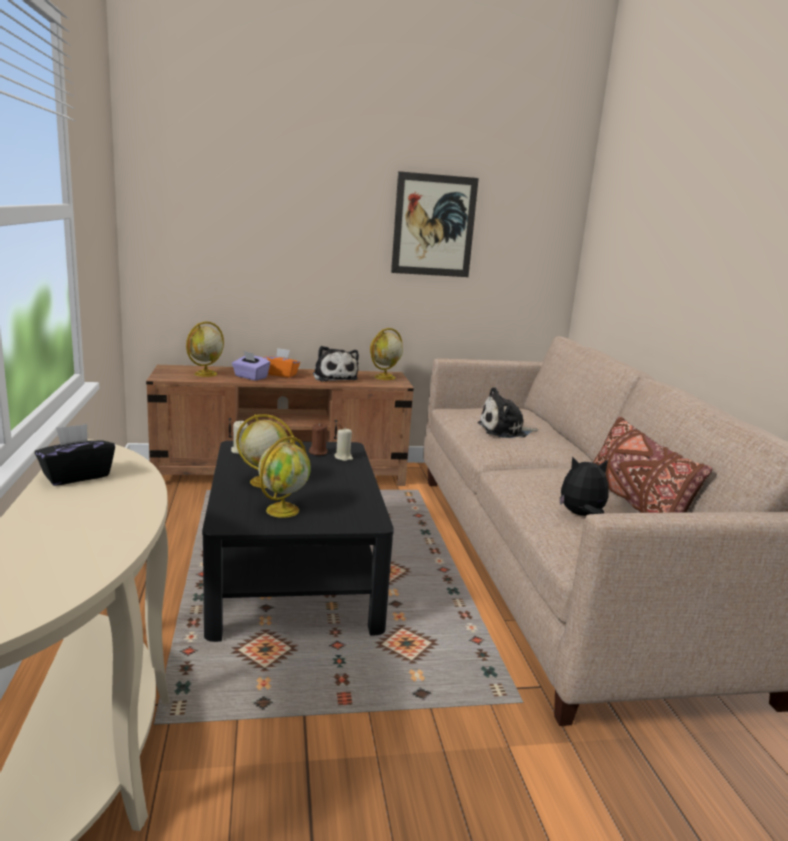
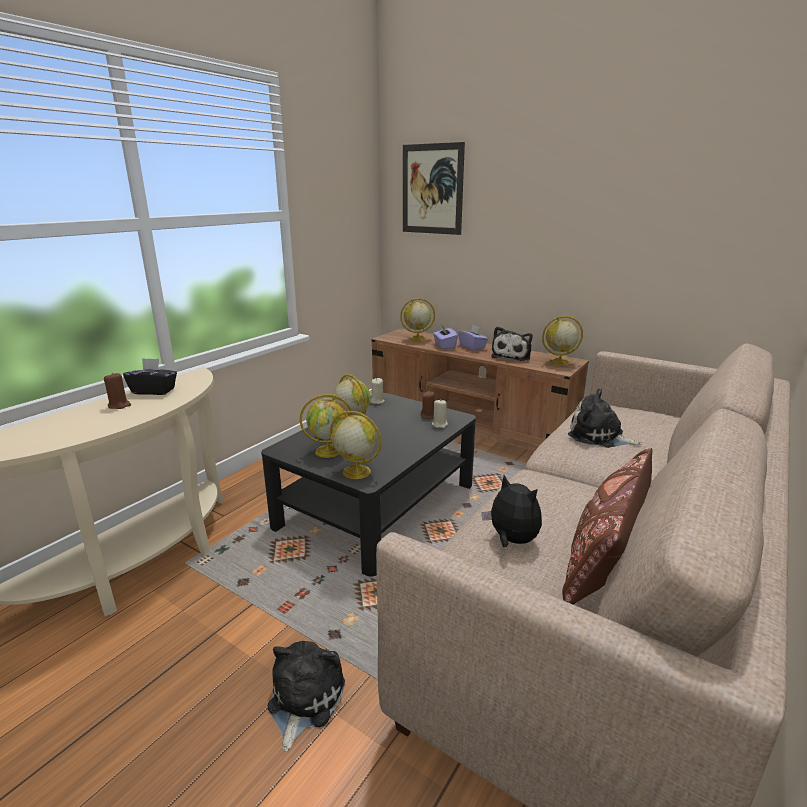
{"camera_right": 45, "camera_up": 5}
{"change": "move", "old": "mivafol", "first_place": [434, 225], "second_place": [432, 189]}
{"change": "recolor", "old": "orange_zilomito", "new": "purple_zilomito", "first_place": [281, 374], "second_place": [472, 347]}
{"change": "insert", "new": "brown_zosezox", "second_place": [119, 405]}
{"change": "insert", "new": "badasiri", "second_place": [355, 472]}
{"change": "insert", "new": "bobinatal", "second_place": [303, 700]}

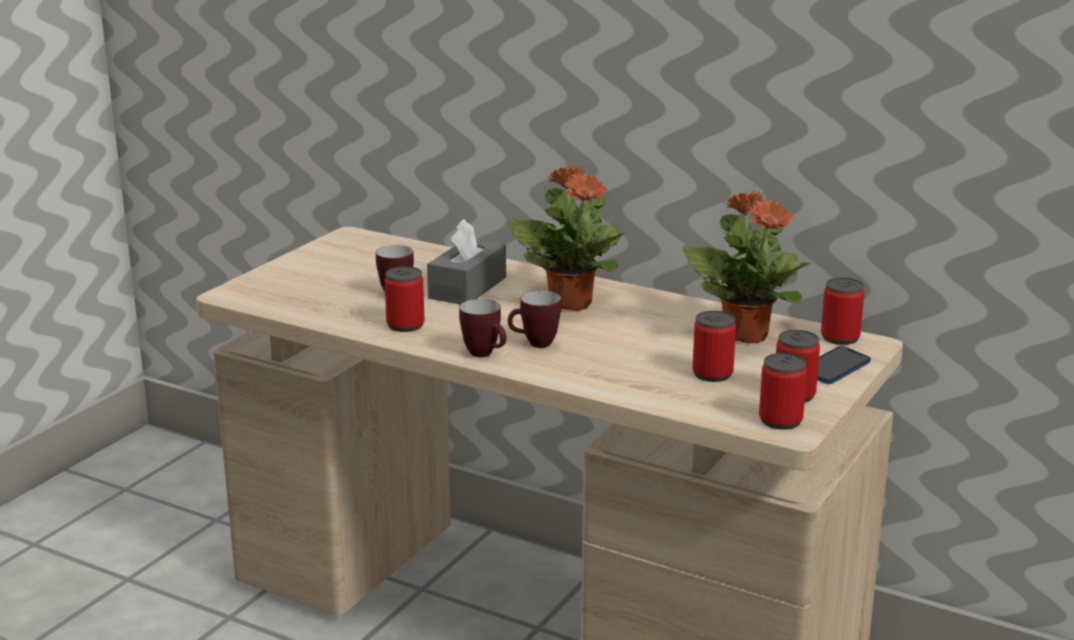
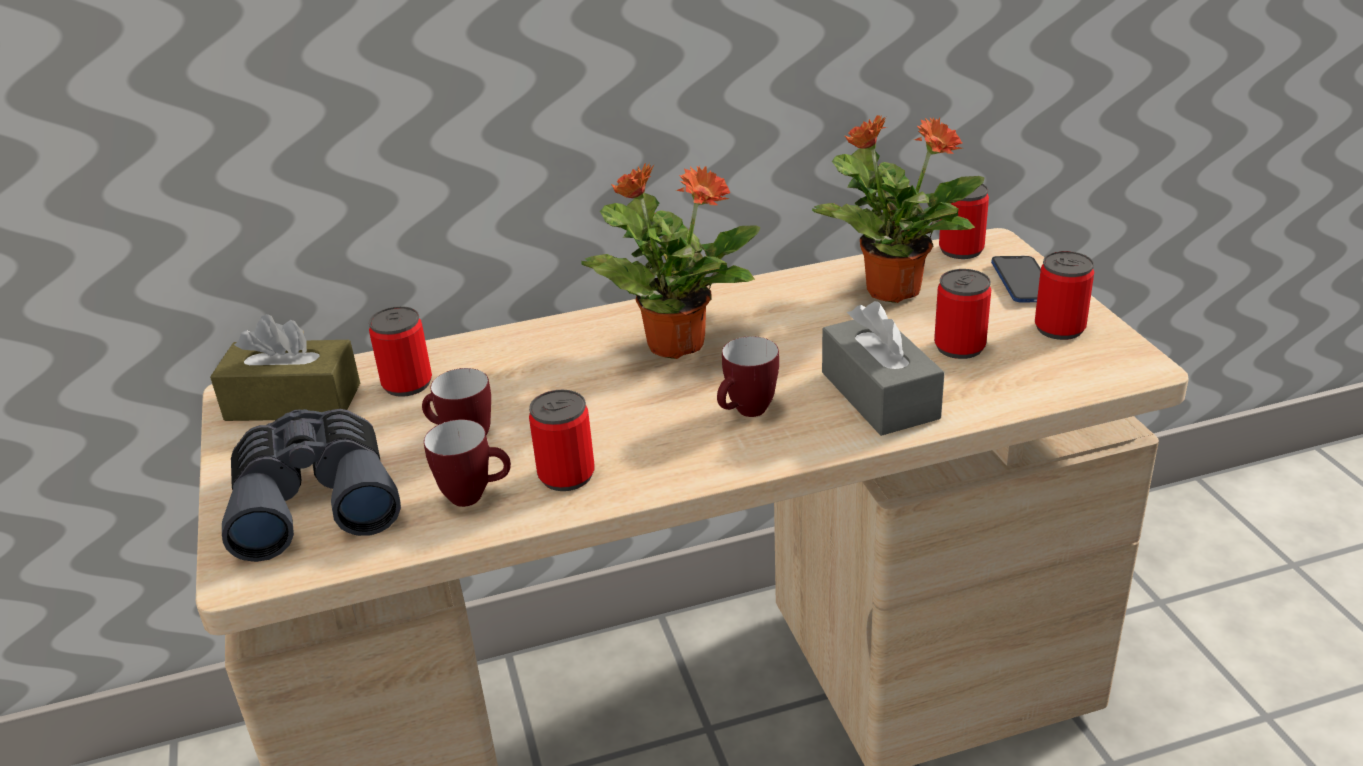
{"camera_right": -45, "camera_up": 10}
{"change": "move", "old": "grey_zilomito", "first_place": [467, 288], "second_place": [879, 395]}
{"change": "move", "old": "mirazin", "first_place": [485, 354], "second_place": [475, 496]}
{"change": "move", "old": "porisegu", "first_place": [780, 420], "second_place": [407, 384]}
{"change": "insert", "new": "brown_zilomito", "second_place": [293, 402]}
{"change": "insert", "new": "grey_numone", "second_place": [314, 499]}

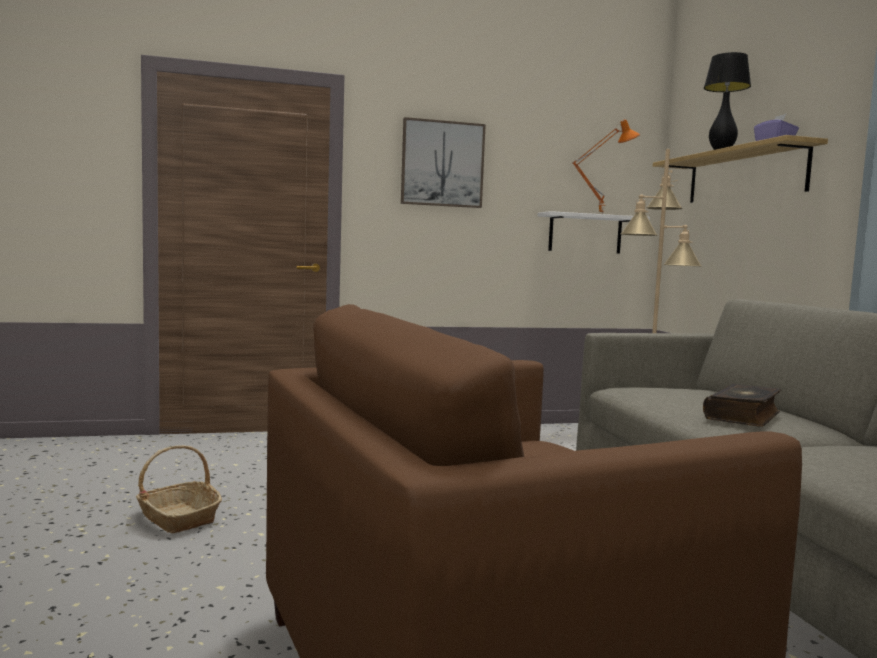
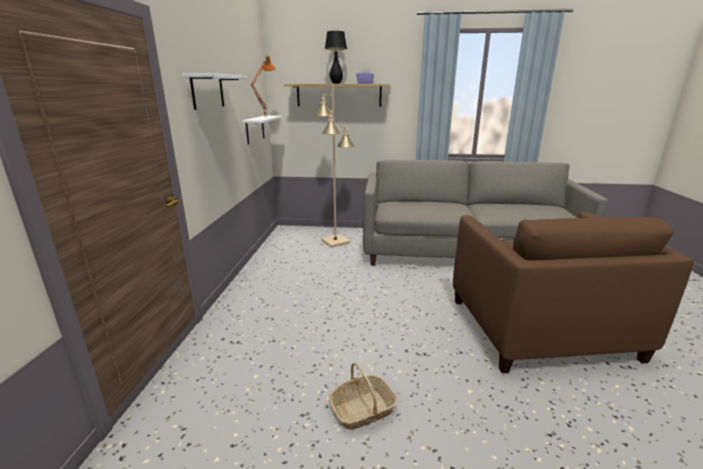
{"camera_right": -70, "camera_up": 15}
{"change": "replace", "old": "mivafol", "new": "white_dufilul", "first_place": [442, 164], "second_place": [207, 91]}
{"change": "delete", "old": "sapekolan", "first_place": [743, 416]}

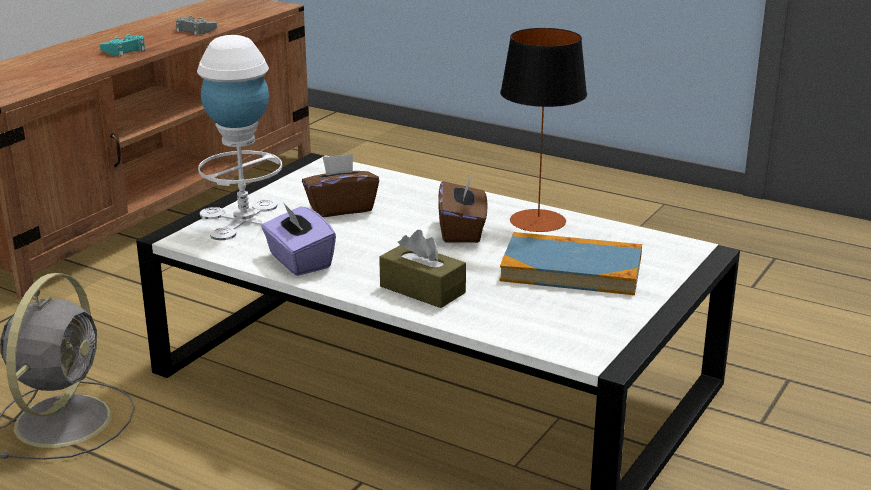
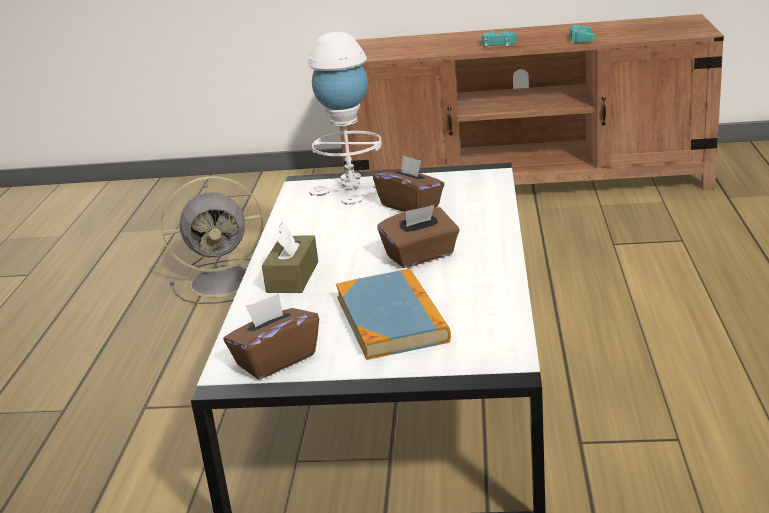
{"camera_right": 65, "camera_up": 0}
{"change": "recolor", "old": "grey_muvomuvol", "new": "turquoise_muvomuvol", "first_place": [195, 30], "second_place": [581, 39]}
{"change": "delete", "old": "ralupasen", "first_place": [538, 221]}
{"change": "delete", "old": "purple_zilomito", "first_place": [299, 261]}
{"change": "insert", "new": "brown_zilomito", "second_place": [275, 360]}

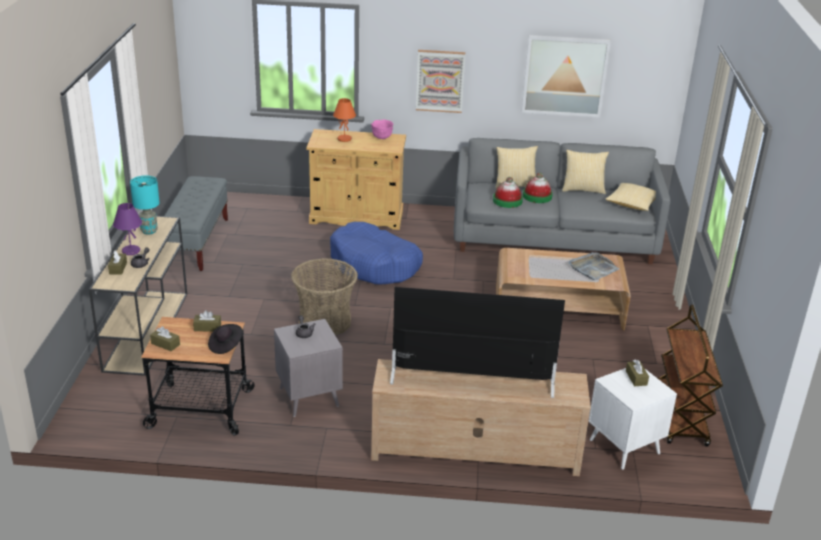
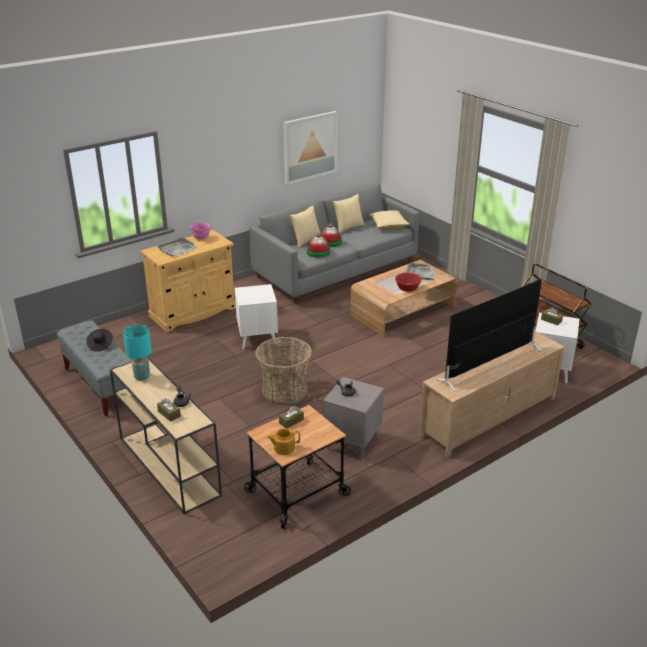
{"camera_right": -40, "camera_up": 0}
{"change": "delete", "old": "mivafol", "first_place": [440, 81]}
{"change": "replace", "old": "orange_ralupasen", "new": "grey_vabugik", "first_place": [344, 139], "second_place": [176, 249]}
{"change": "delete", "old": "purple_ralupasen", "first_place": [130, 251]}
{"change": "replace", "old": "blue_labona", "new": "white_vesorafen", "first_place": [374, 265], "second_place": [257, 338]}
{"change": "move", "old": "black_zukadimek", "first_place": [225, 345], "second_place": [100, 345]}
{"change": "replace", "old": "brown_zilomito", "new": "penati", "first_place": [165, 344], "second_place": [283, 448]}
{"change": "insert", "new": "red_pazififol", "second_place": [407, 287]}

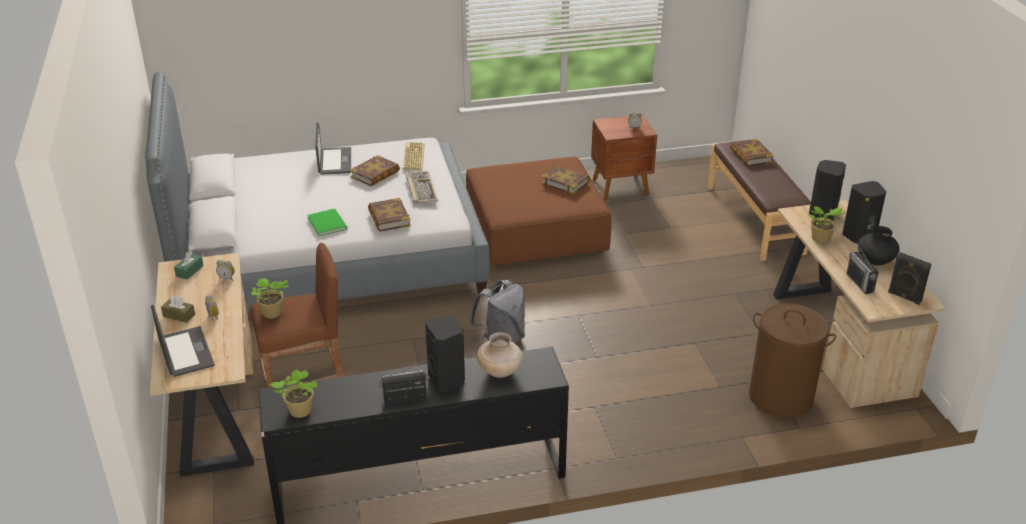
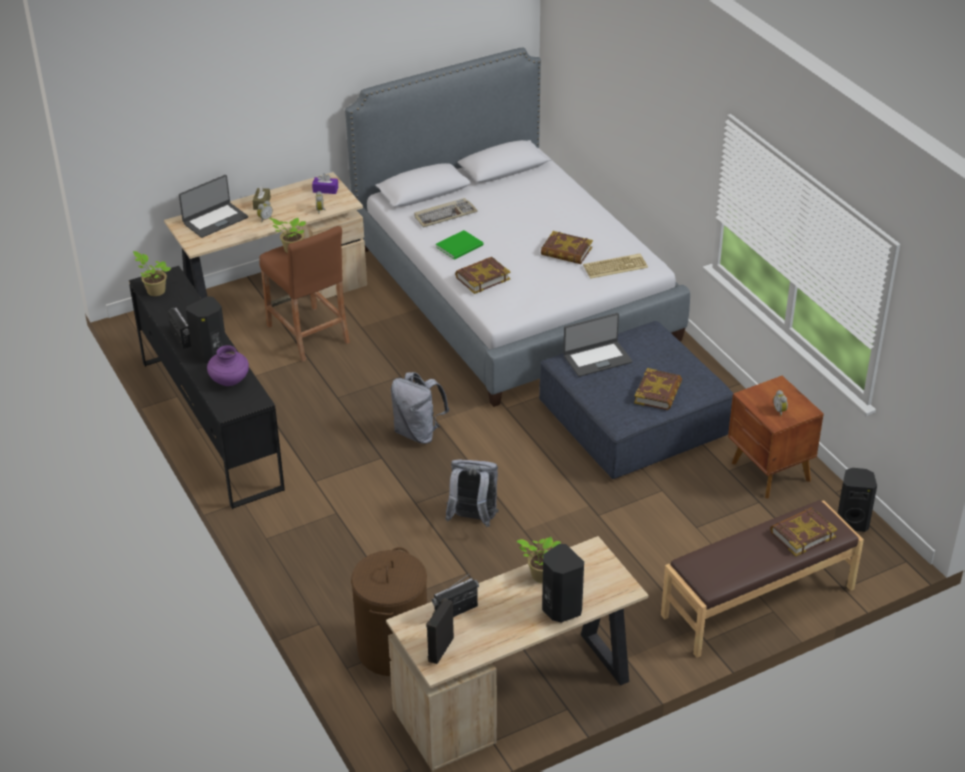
{"camera_right": 75, "camera_up": 5}
{"change": "move", "old": "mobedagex", "first_place": [334, 161], "second_place": [597, 358]}
{"change": "recolor", "old": "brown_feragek", "new": "blue_feragek", "first_place": [535, 230], "second_place": [634, 419]}
{"change": "move", "old": "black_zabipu", "first_place": [822, 214], "second_place": [851, 522]}
{"change": "move", "old": "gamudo", "first_place": [421, 189], "second_place": [445, 214]}
{"change": "delete", "old": "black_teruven", "first_place": [875, 261]}
{"change": "recolor", "old": "green_zilomito", "new": "purple_zilomito", "first_place": [189, 271], "second_place": [325, 190]}
{"change": "recolor", "old": "beige_teruven", "new": "purple_teruven", "first_place": [500, 371], "second_place": [230, 381]}
{"change": "insert", "new": "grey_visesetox", "second_place": [472, 519]}

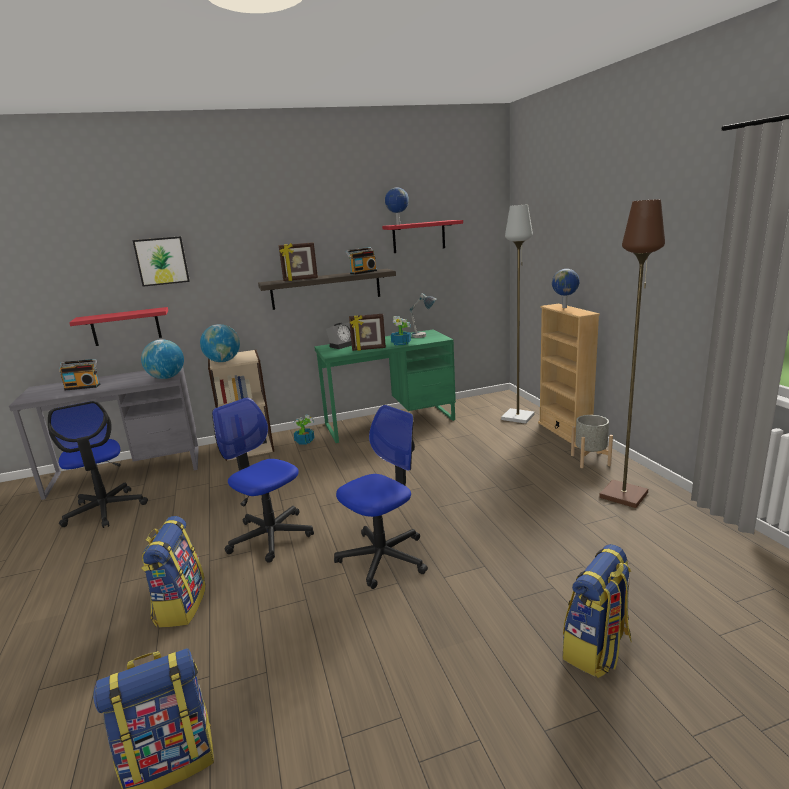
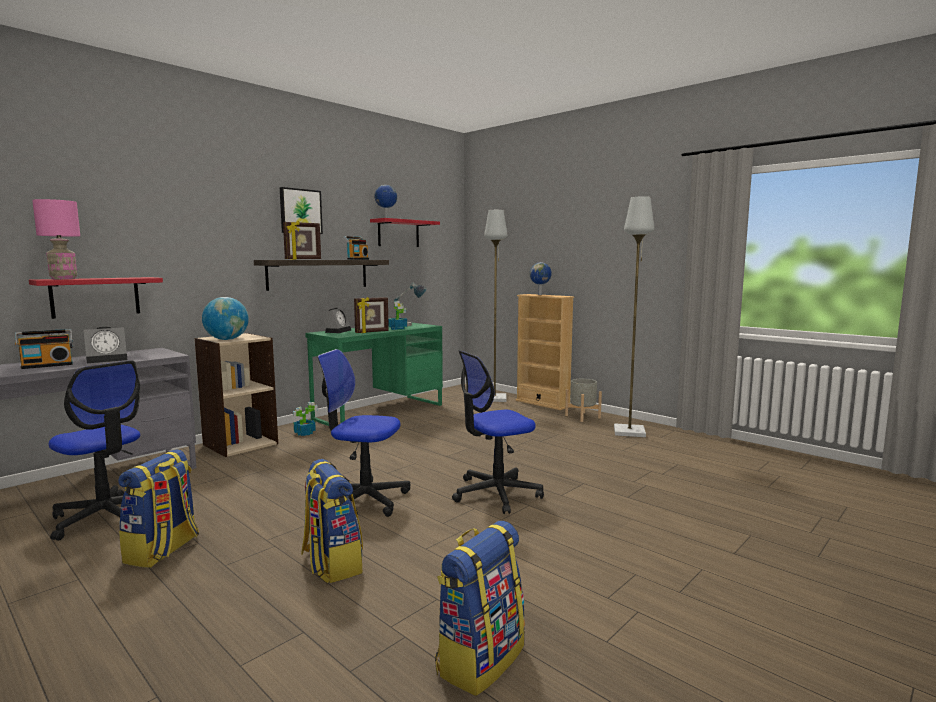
{"camera_right": -30, "camera_up": -10}
{"change": "recolor", "old": "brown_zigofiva", "new": "grey_zigofiva", "first_place": [624, 495], "second_place": [629, 432]}
{"change": "move", "old": "mivafol", "first_place": [162, 261], "second_place": [300, 211]}
{"change": "delete", "old": "badasiri", "first_place": [166, 378]}
{"change": "rotate", "old": "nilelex", "first_place": [383, 558], "second_place": [495, 493], "degrees": -135}
{"change": "move", "old": "visesetox", "first_place": [597, 649], "second_place": [163, 551]}
{"change": "insert", "new": "pink_ralupasen", "second_place": [64, 279]}
{"change": "insert", "new": "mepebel", "second_place": [108, 359]}

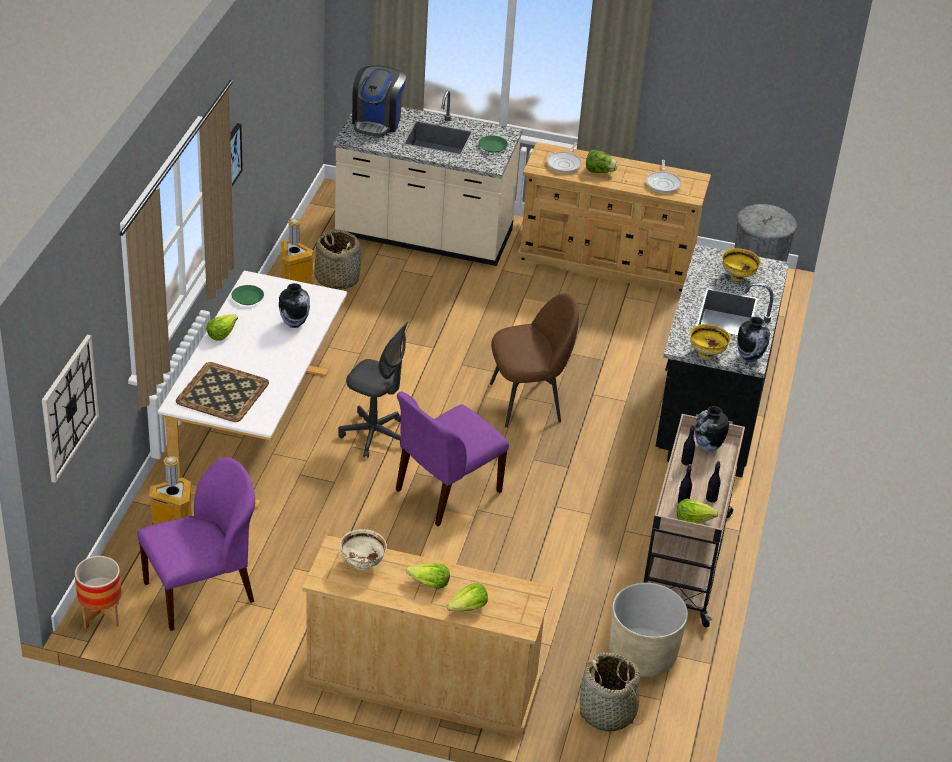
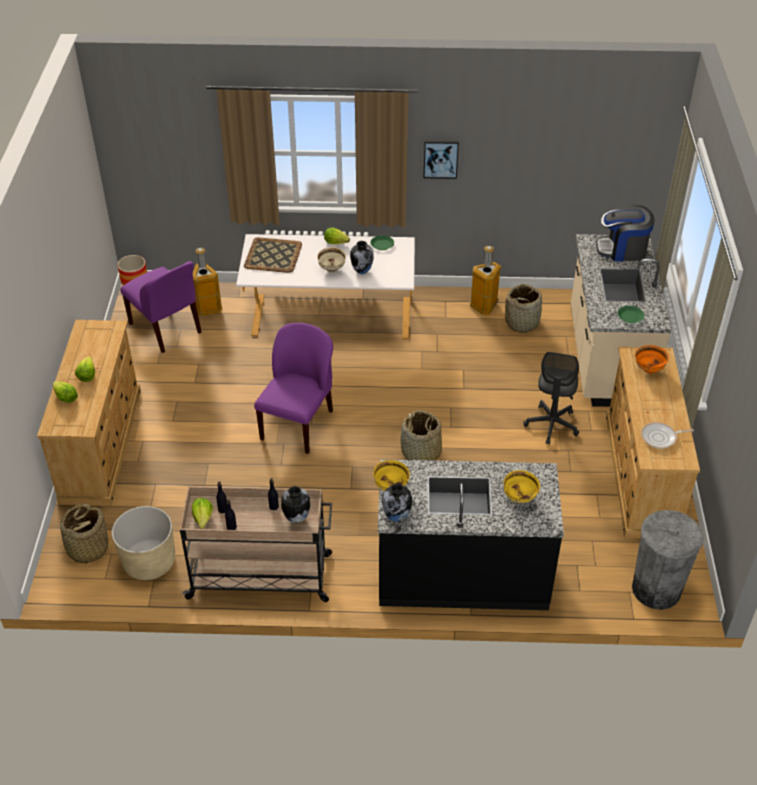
{"camera_right": 80, "camera_up": 5}
{"change": "replace", "old": "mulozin", "new": "orange_pazififol", "first_place": [565, 163], "second_place": [649, 369]}
{"change": "delete", "old": "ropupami", "first_place": [599, 171]}
{"change": "replace", "old": "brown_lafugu", "new": "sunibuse", "first_place": [528, 402], "second_place": [421, 453]}
{"change": "move", "old": "grey_nilelex", "first_place": [374, 435], "second_place": [551, 425]}
{"change": "delete", "old": "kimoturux", "first_place": [69, 407]}
{"change": "rotate", "old": "purple_lafugu", "first_place": [446, 491], "second_place": [298, 424], "degrees": 75}
{"change": "move", "old": "beige_pazififol", "first_place": [363, 563], "second_place": [332, 269]}

